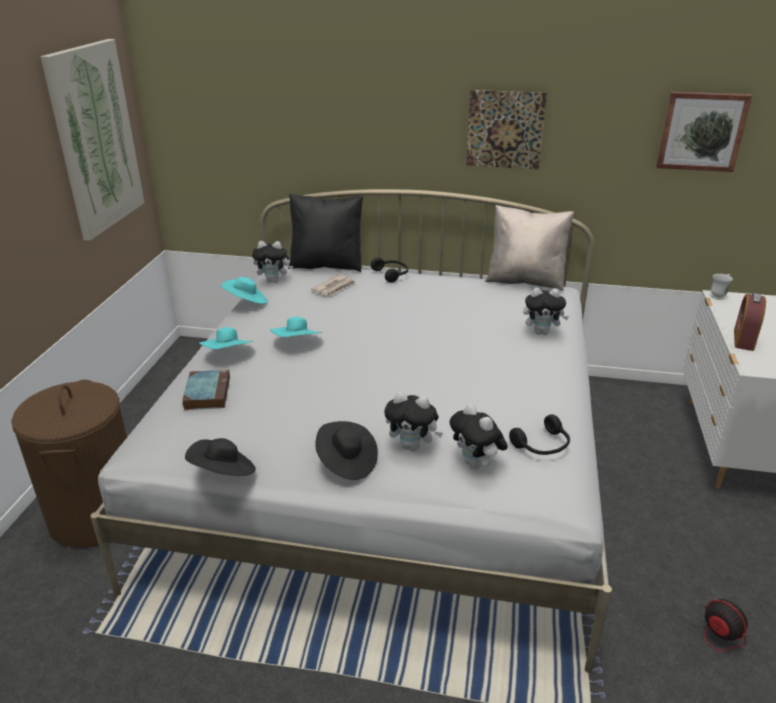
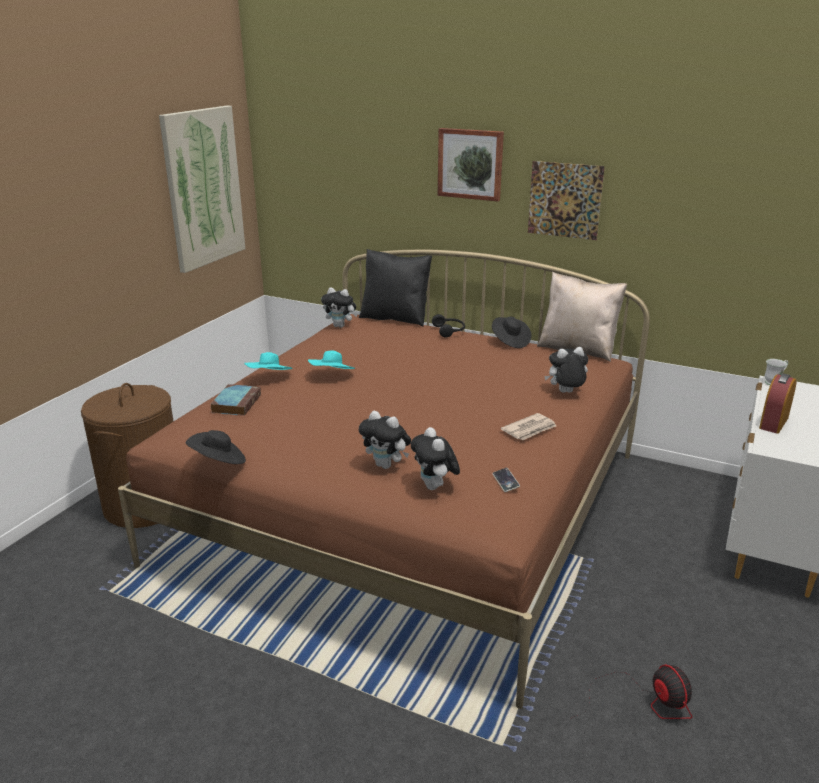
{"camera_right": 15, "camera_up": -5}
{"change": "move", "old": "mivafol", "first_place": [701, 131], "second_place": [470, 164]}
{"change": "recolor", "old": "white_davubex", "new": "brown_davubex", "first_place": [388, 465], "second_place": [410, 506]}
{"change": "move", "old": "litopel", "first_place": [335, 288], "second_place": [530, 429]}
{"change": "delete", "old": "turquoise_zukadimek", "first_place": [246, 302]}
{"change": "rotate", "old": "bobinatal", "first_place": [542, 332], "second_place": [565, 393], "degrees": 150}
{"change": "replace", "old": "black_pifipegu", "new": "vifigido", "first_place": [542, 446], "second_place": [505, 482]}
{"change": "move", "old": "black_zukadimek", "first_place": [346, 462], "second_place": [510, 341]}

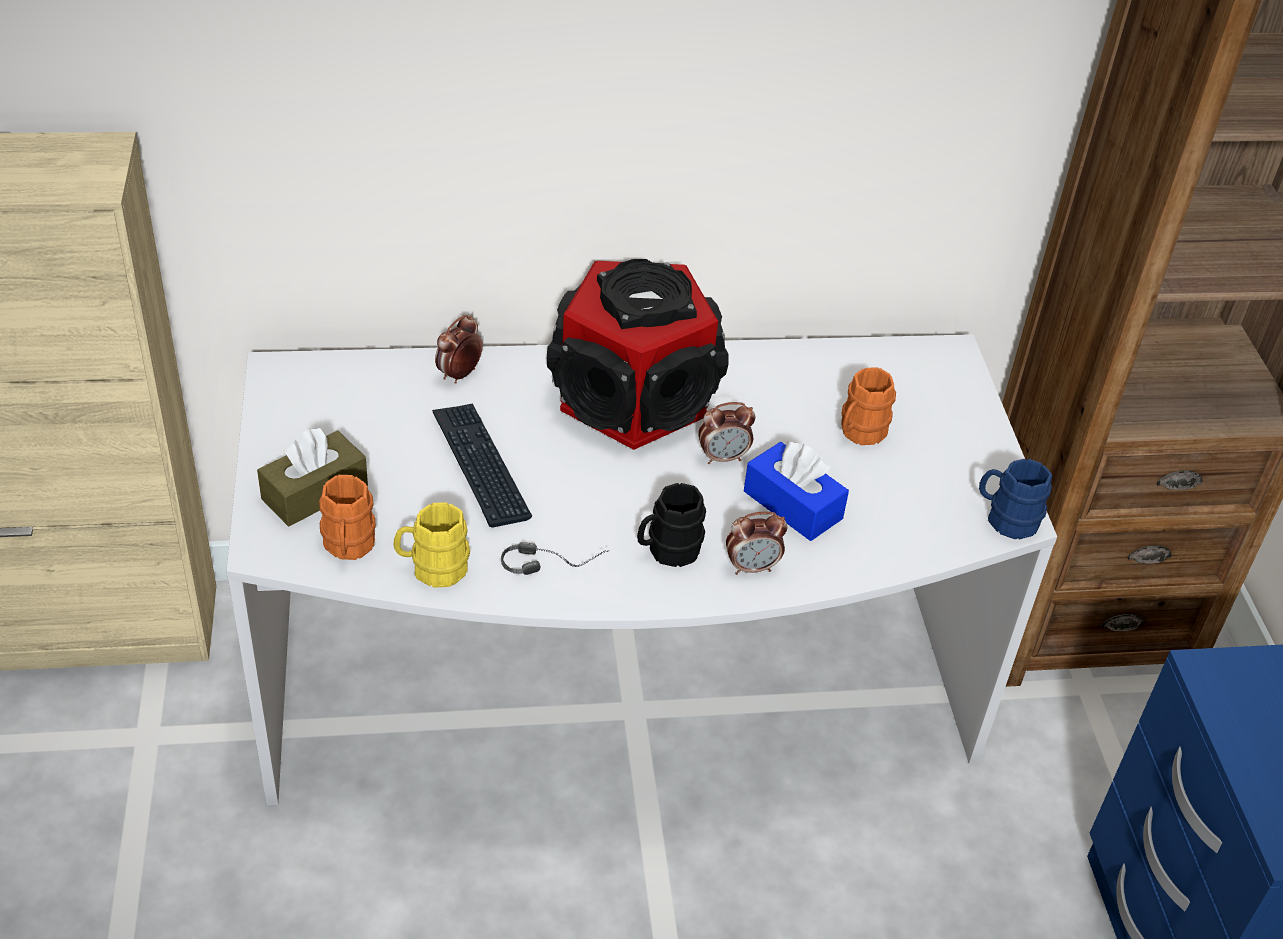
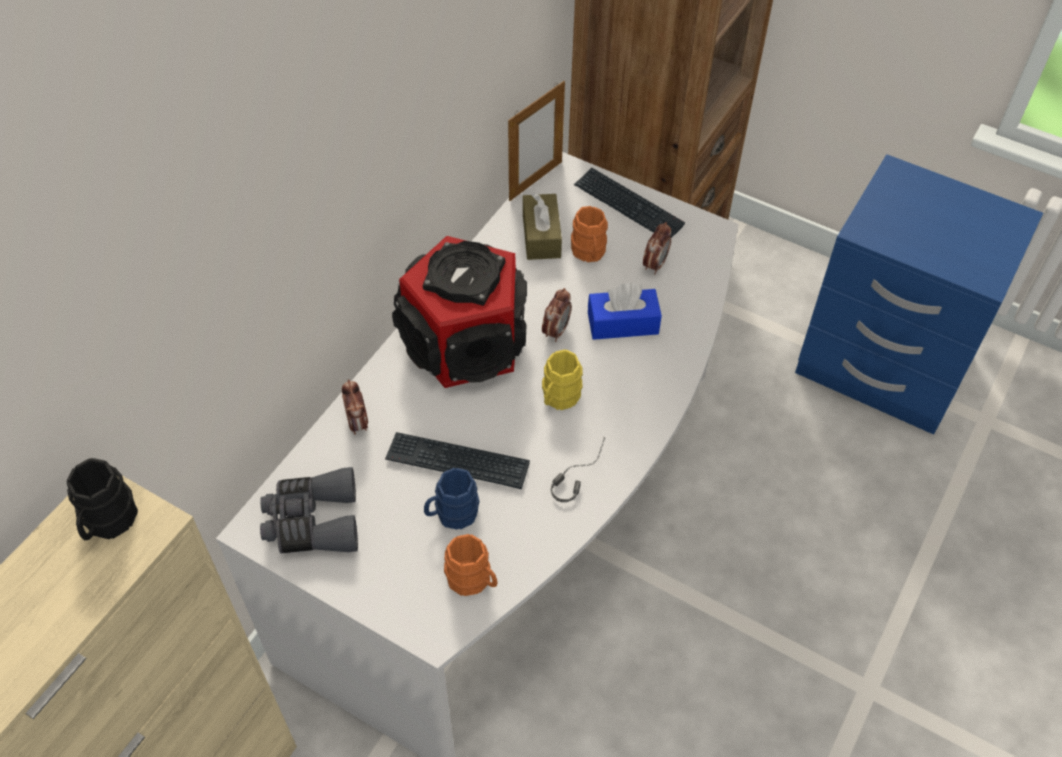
{"camera_right": -50, "camera_up": 10}
{"change": "move", "old": "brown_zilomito", "first_place": [315, 492], "second_place": [541, 236]}
{"change": "move", "old": "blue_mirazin", "first_place": [1006, 519], "second_place": [452, 514]}
{"change": "move", "old": "black_mirazin", "first_place": [668, 550], "second_place": [107, 522]}
{"change": "move", "old": "yellow_mirazin", "first_place": [432, 568], "second_place": [558, 398]}
{"change": "move", "old": "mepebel", "first_place": [752, 567], "second_place": [655, 264]}
{"change": "insert", "new": "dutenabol", "second_place": [535, 180]}
{"change": "insert", "new": "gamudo", "second_place": [628, 206]}
{"change": "insert", "new": "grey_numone", "second_place": [312, 522]}

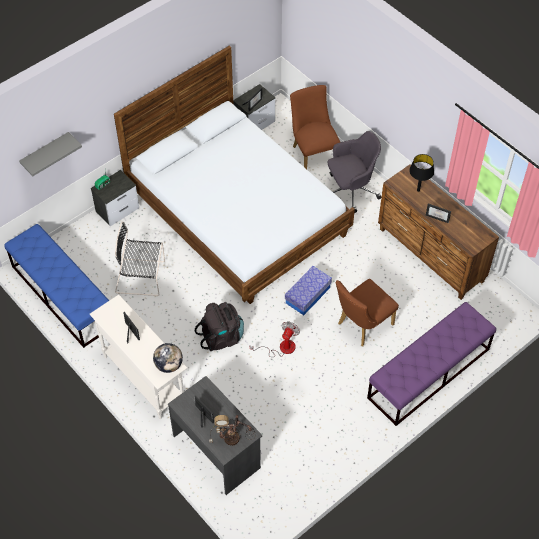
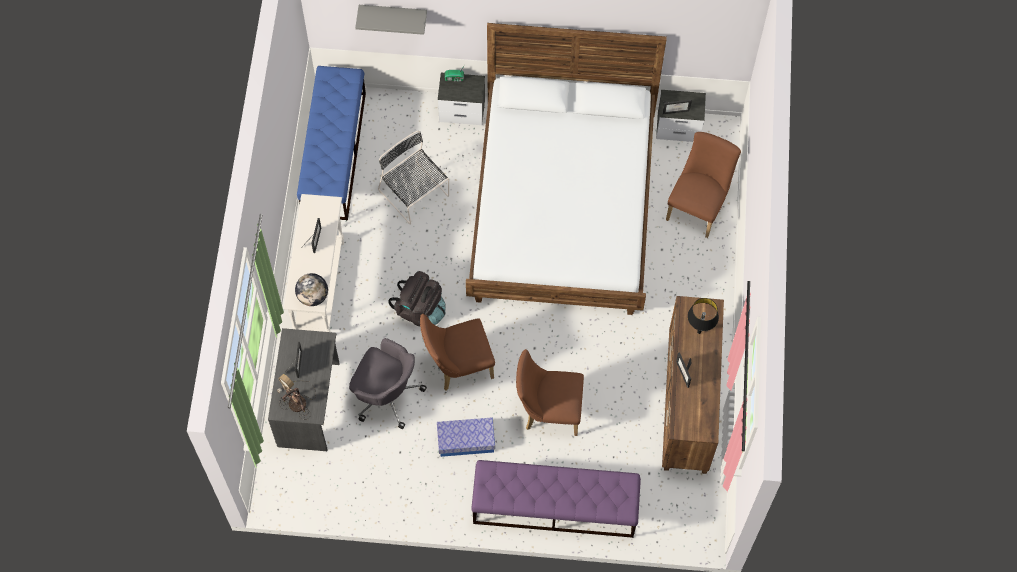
{"camera_right": 45, "camera_up": 10}
{"change": "move", "old": "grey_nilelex", "first_place": [351, 190], "second_place": [386, 394]}
{"change": "move", "old": "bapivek", "first_place": [308, 295], "second_place": [466, 440]}
{"change": "replace", "old": "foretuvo", "new": "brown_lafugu", "first_place": [281, 348], "second_place": [457, 366]}

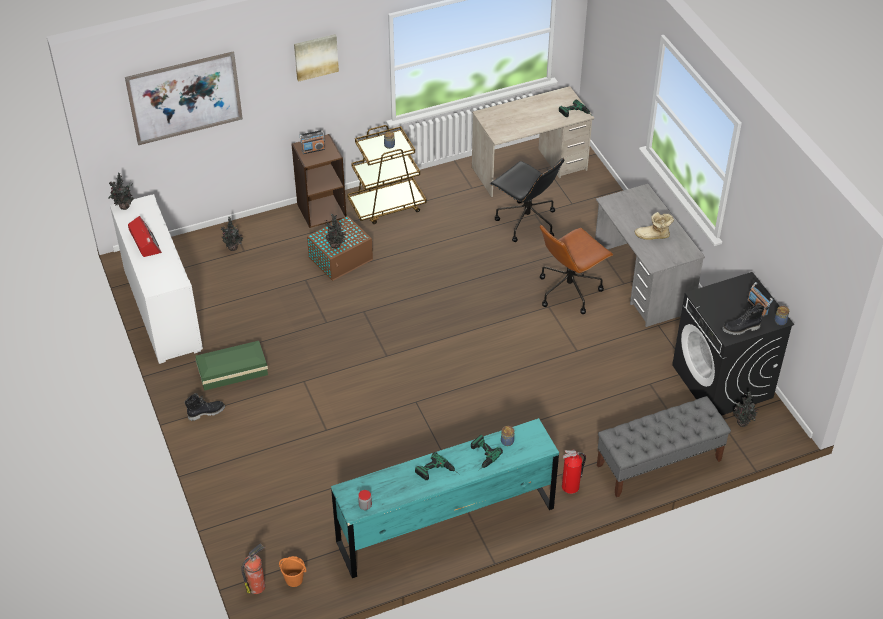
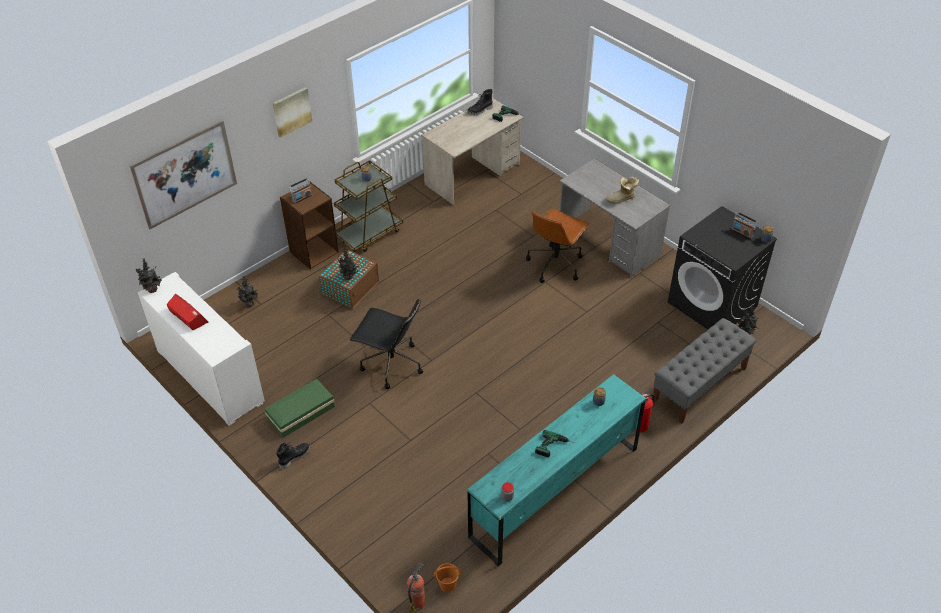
{"camera_right": -20, "camera_up": 0}
{"change": "move", "old": "black_nilelex", "first_place": [526, 222], "second_place": [390, 364]}
{"change": "move", "old": "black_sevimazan", "first_place": [741, 329], "second_place": [480, 110]}
{"change": "delete", "old": "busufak", "first_place": [480, 456]}

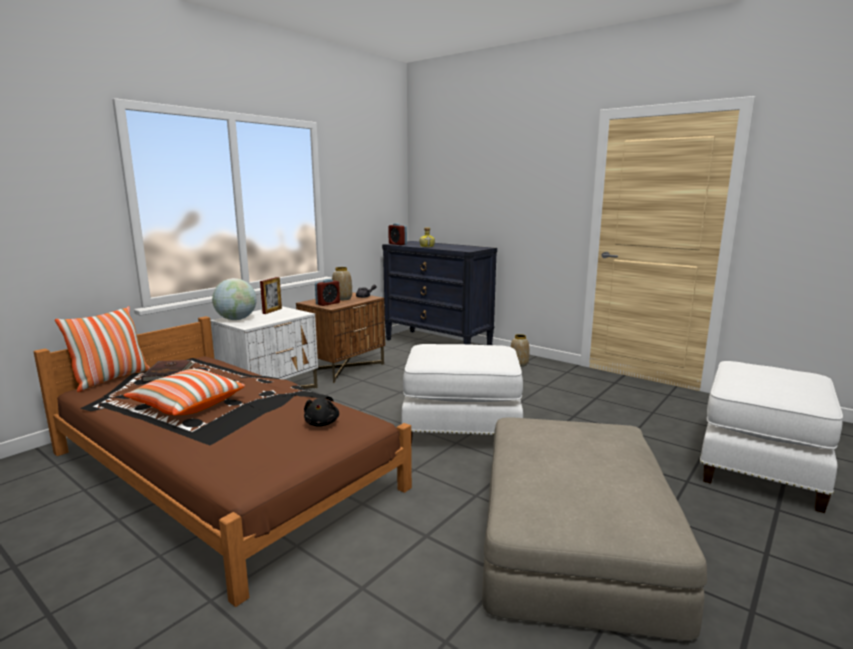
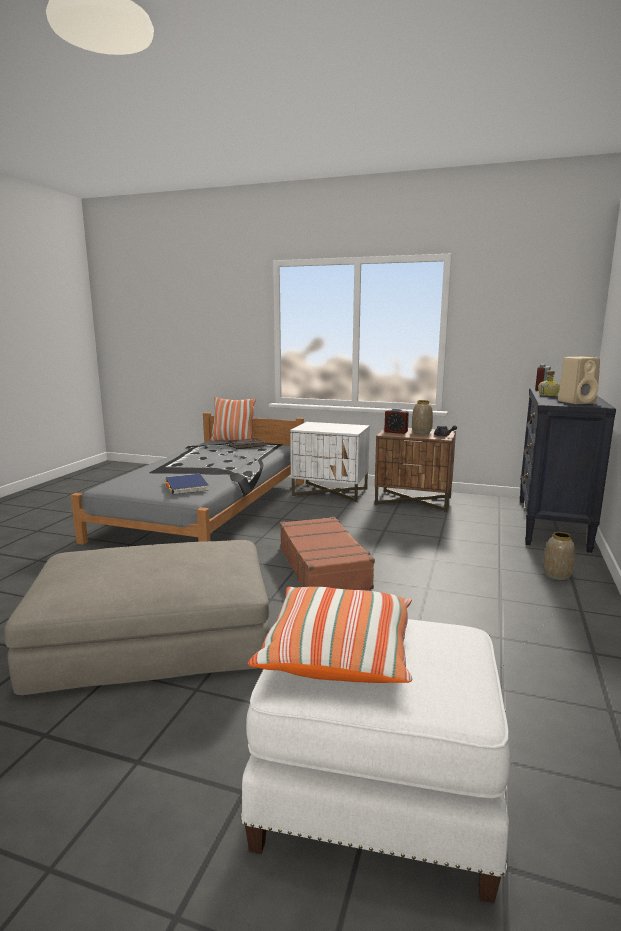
{"camera_right": 70, "camera_up": 0}
{"change": "delete", "old": "dutenabol", "first_place": [272, 311]}
{"change": "delete", "old": "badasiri", "first_place": [236, 319]}
{"change": "recolor", "old": "brown_davubex", "new": "grey_davubex", "first_place": [221, 470], "second_place": [208, 508]}
{"change": "replace", "old": "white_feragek", "new": "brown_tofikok", "first_place": [461, 430], "second_place": [324, 567]}
{"change": "move", "old": "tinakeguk", "first_place": [187, 405], "second_place": [338, 653]}
{"change": "replace", "old": "black_bobinatal", "new": "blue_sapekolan", "first_place": [322, 423], "second_place": [186, 487]}
{"change": "insert", "new": "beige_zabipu", "second_place": [577, 402]}

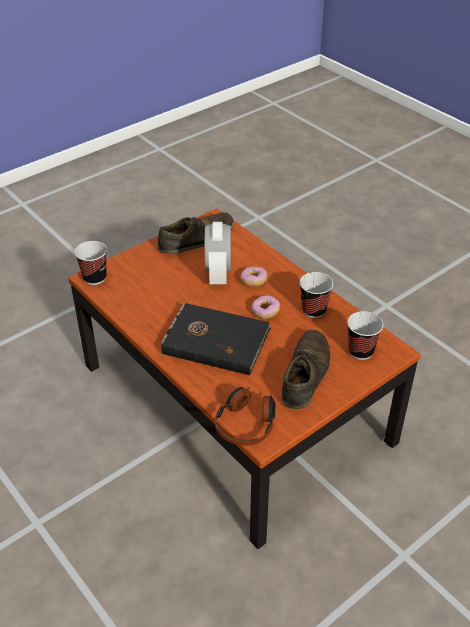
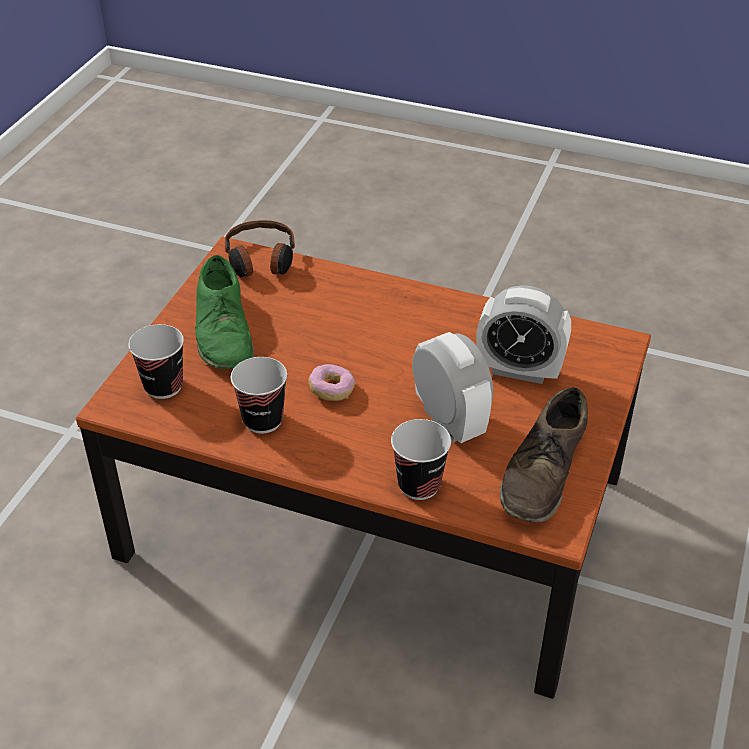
{"camera_right": 150, "camera_up": 0}
{"change": "move", "old": "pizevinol", "first_place": [95, 278], "second_place": [419, 485]}
{"change": "delete", "old": "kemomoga", "first_place": [253, 281]}
{"change": "delete", "old": "black_sapekolan", "first_place": [216, 340]}
{"change": "recolor", "old": "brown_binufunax", "new": "green_binufunax", "first_place": [305, 374], "second_place": [224, 331]}
{"change": "insert", "new": "mepebel", "second_place": [519, 370]}

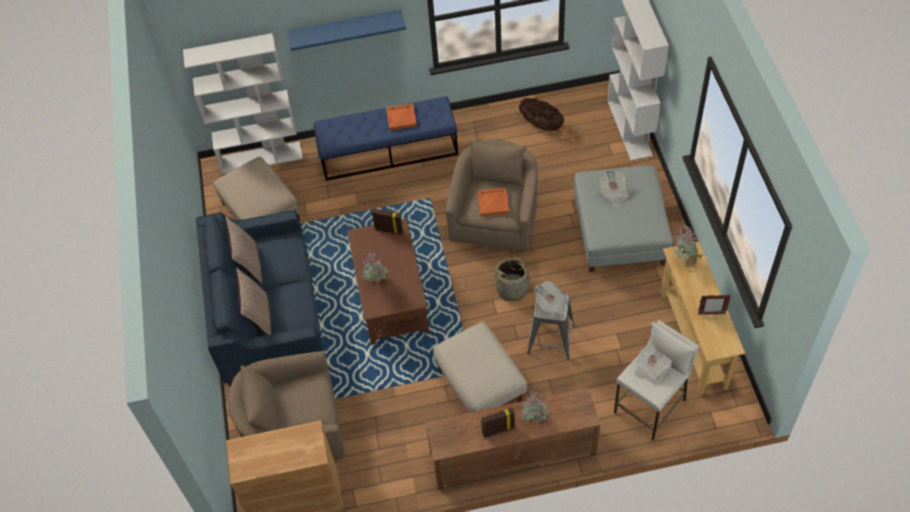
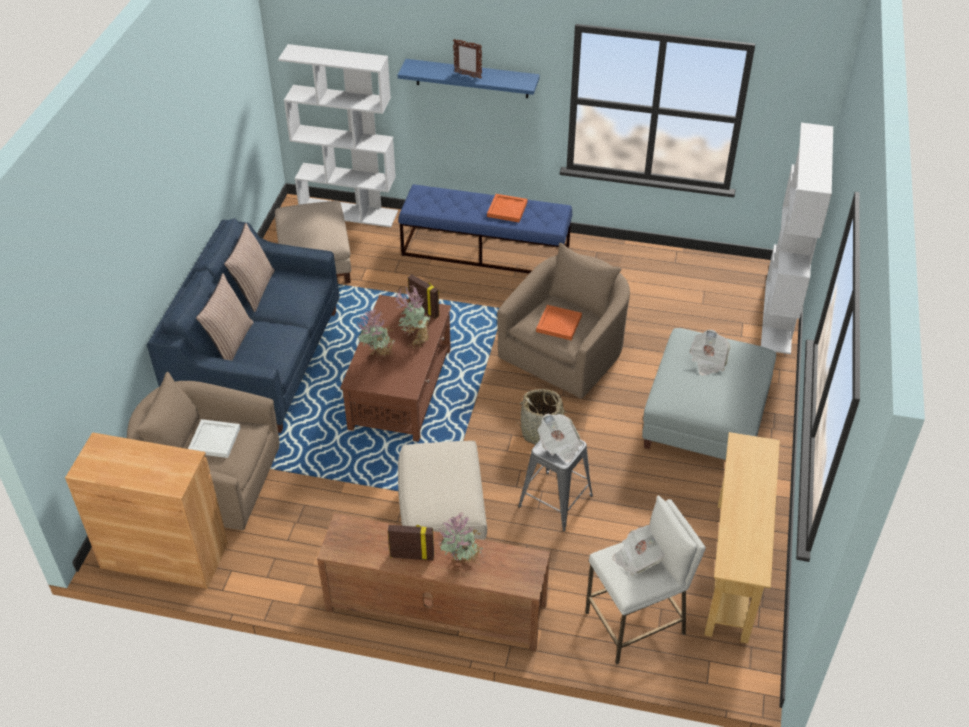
{"camera_right": 20, "camera_up": -10}
{"change": "delete", "old": "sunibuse", "first_place": [541, 124]}
{"change": "move", "old": "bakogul", "first_place": [683, 262], "second_place": [415, 339]}
{"change": "move", "old": "dutenabol", "first_place": [711, 314], "second_place": [467, 75]}
{"change": "insert", "new": "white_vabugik", "second_place": [215, 439]}

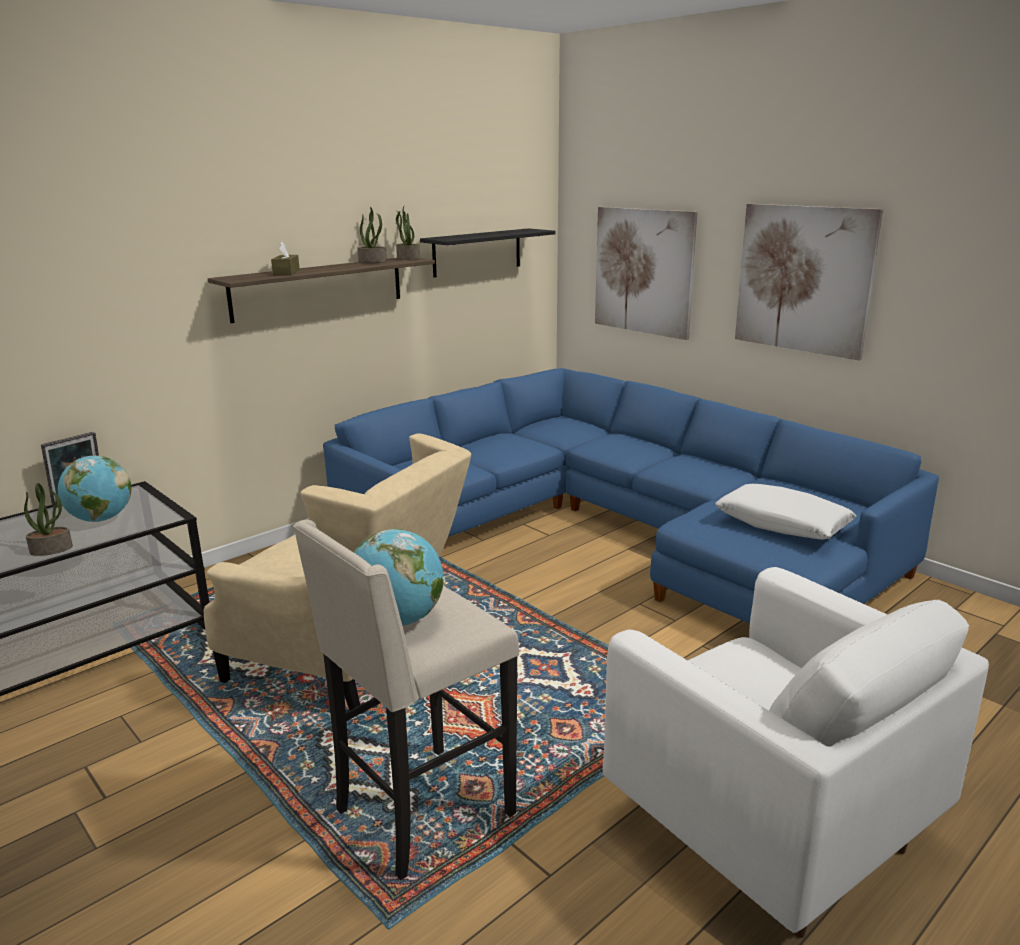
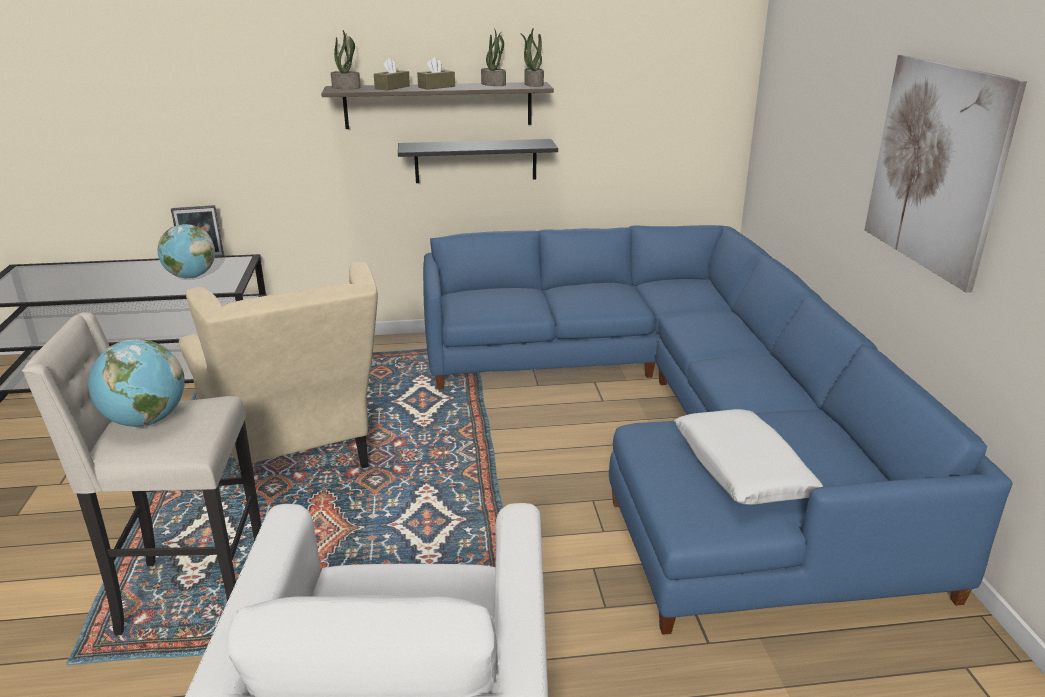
{"camera_right": 35, "camera_up": 5}
{"change": "delete", "old": "mivafol", "first_place": [643, 271]}
{"change": "move", "old": "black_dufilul", "first_place": [477, 252], "second_place": [476, 161]}
{"change": "move", "old": "bakogul", "first_place": [52, 549], "second_place": [346, 87]}
{"change": "insert", "new": "brown_zilomito", "second_place": [436, 87]}

